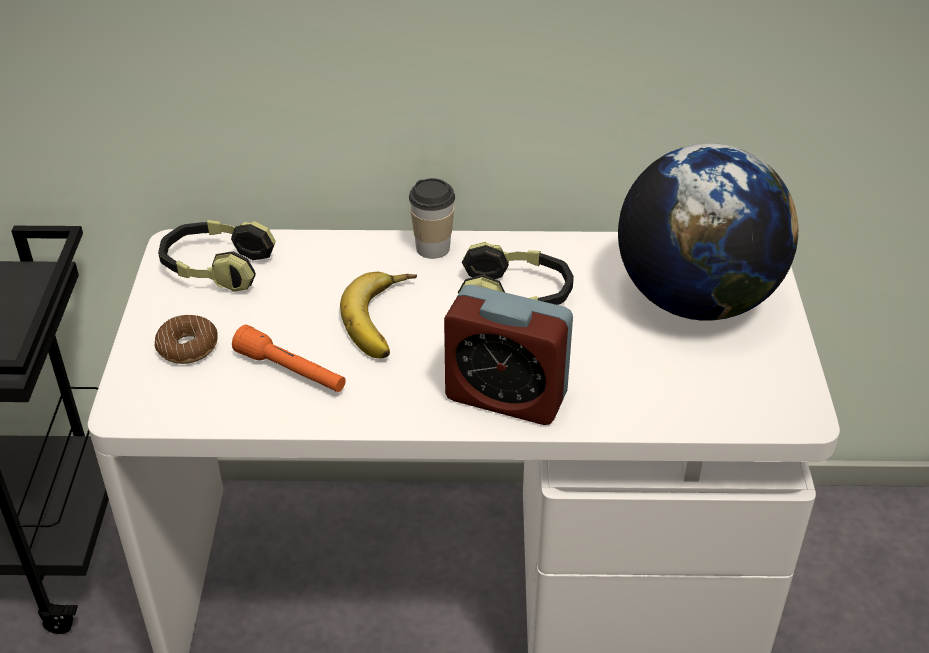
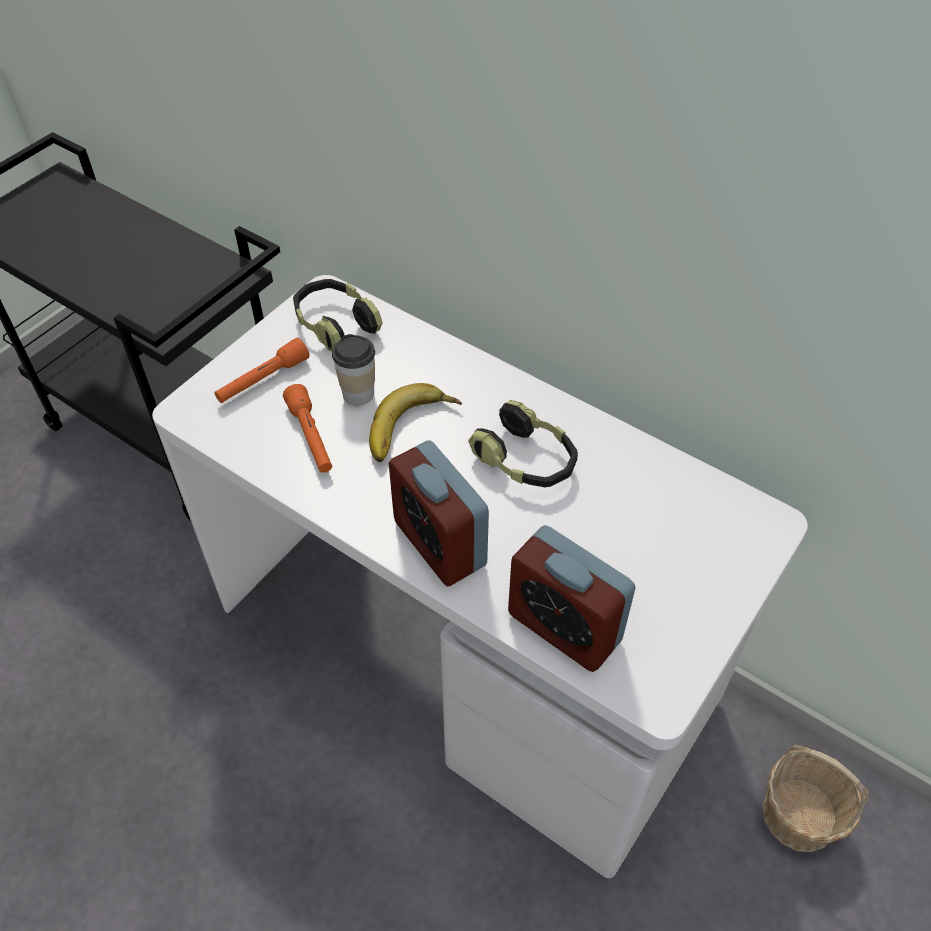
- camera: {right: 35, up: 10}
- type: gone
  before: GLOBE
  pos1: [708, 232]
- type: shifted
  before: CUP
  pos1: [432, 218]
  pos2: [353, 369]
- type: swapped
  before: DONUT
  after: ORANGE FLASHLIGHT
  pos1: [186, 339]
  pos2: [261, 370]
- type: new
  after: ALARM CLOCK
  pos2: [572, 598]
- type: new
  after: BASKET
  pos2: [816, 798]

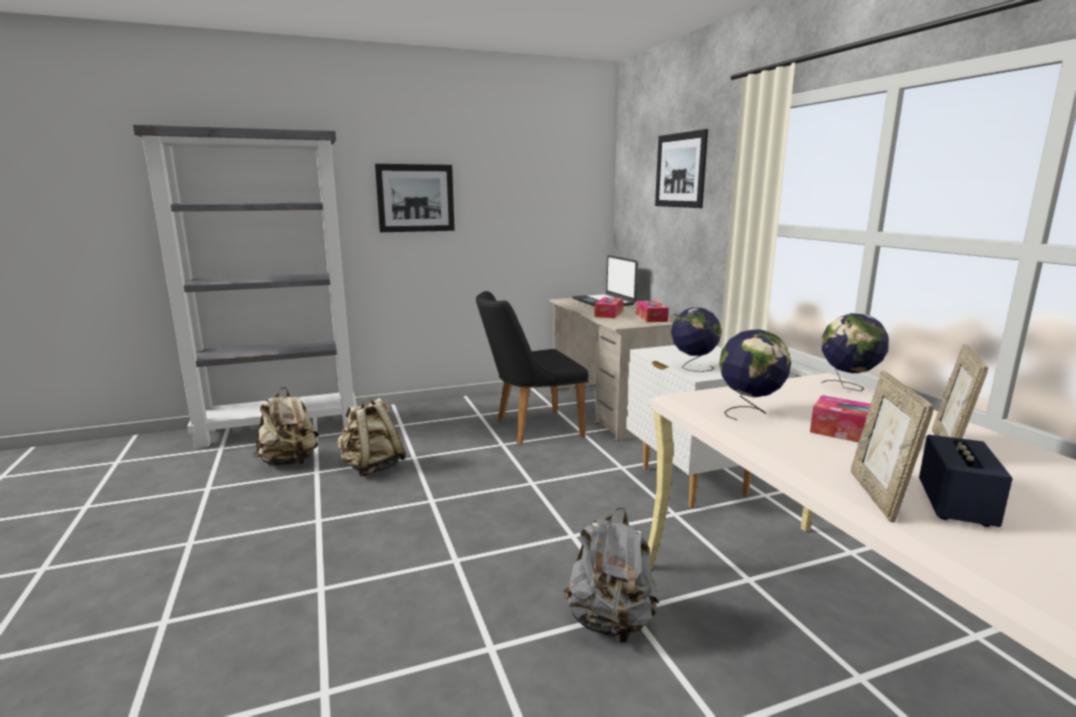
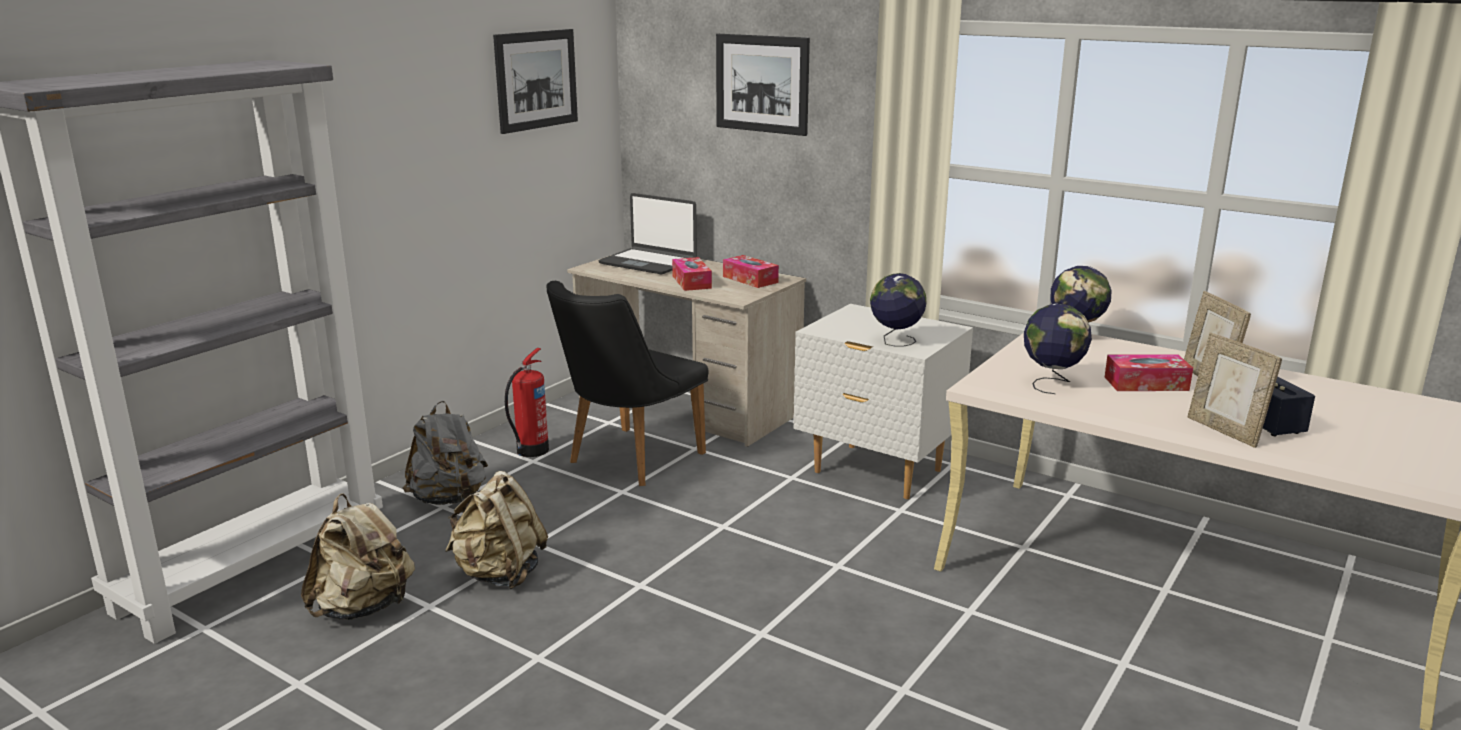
- camera: {right: -35, up: 5}
- type: shifted
  before: PICTURE
  pos1: [415, 198]
  pos2: [535, 81]
- type: shifted
  before: GREY BACKPACK
  pos1: [611, 575]
  pos2: [445, 453]
- type: new
  after: FIRE EXTINGUISHER
  pos2: [527, 402]

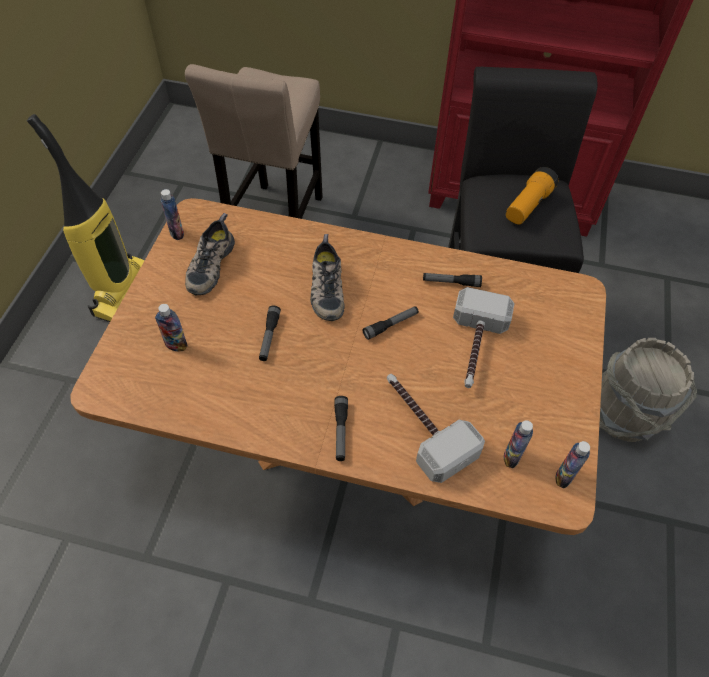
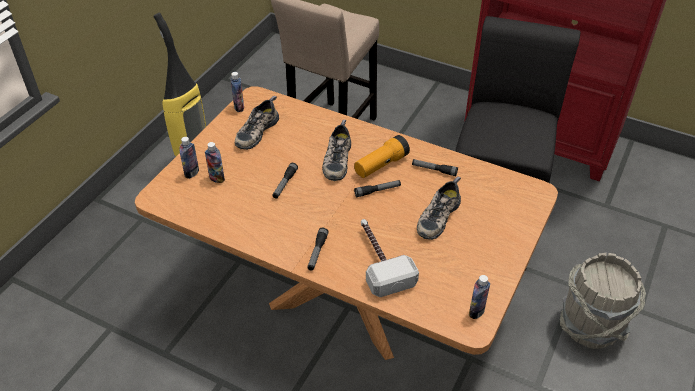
- camera: {right: 15, up: -10}
- type: shifted
  before: FLASHLIGHT
  pos1: [532, 196]
  pos2: [382, 156]
- type: swapped
  before: HAMMER
  after: SHOE
  pos1: [484, 337]
  pos2: [439, 208]
- type: shifted
  before: BOTTLE
  pos1: [518, 444]
  pos2: [189, 158]

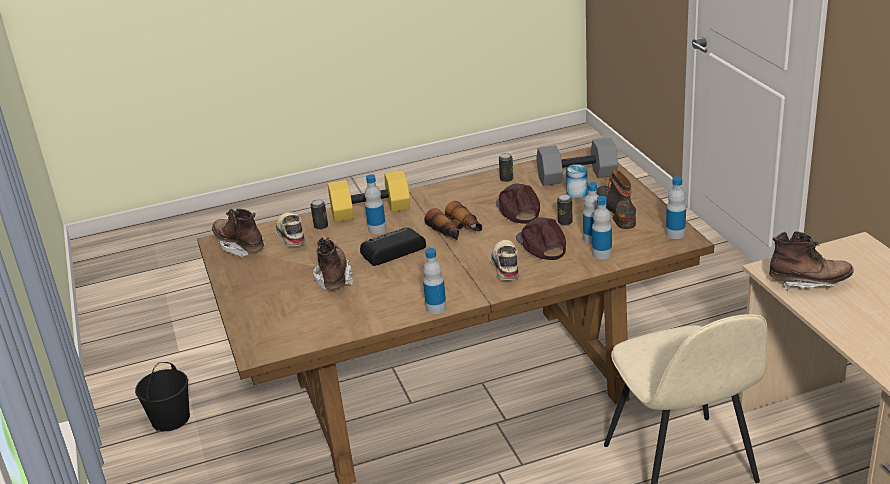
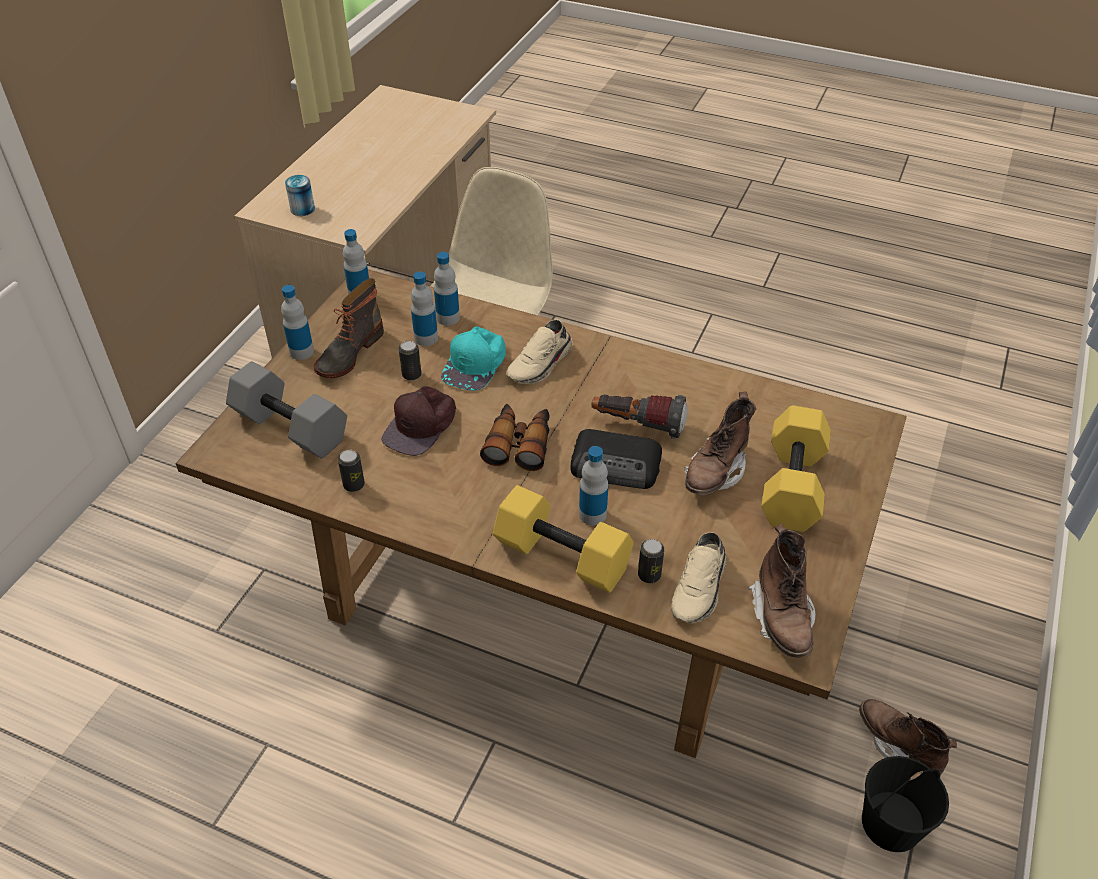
- camera: {right: -140, up: 15}
- type: shifted
  before: CAN
  pos1: [577, 181]
  pos2: [300, 195]
- type: repainted
  before: BROWN CAP
  after: TURQUOISE CAP
  pos1: [541, 238]
  pos2: [473, 359]
- type: shifted
  before: BROWN BOOT
  pos1: [811, 261]
  pos2: [908, 737]
- type: shifted
  before: BOTTLE
  pos1: [434, 281]
  pos2: [297, 322]
- type: new
  after: FLASHLIGHT
  pos2: [639, 417]
- type: new
  after: YELLOW DUMBBELL
  pos2: [796, 468]

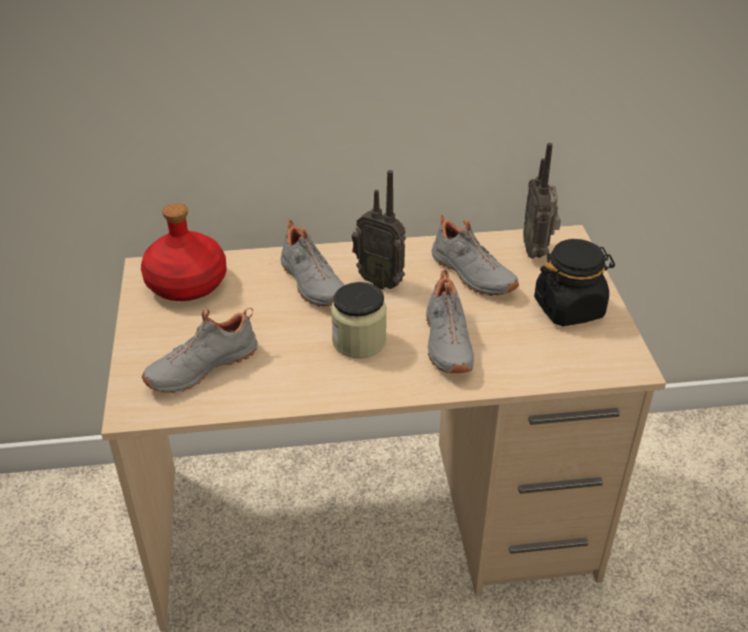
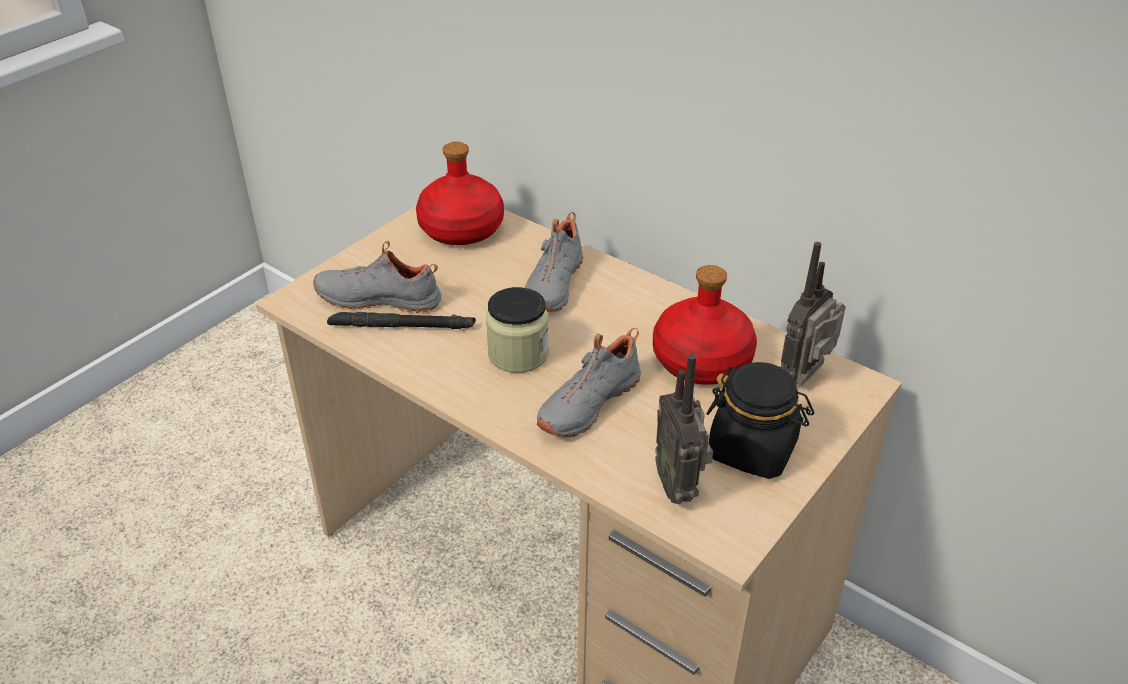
- camera: {right: 45, up: 0}
- type: shifted
  before: RADIO
  pos1: [379, 230]
  pos2: [684, 429]
- type: swapped
  before: GREY SHOE
  after: RED BOTTLE
  pos1: [475, 255]
  pos2: [705, 325]
- type: new
  after: BLACK FLASHLIGHT
  pos2: [401, 320]

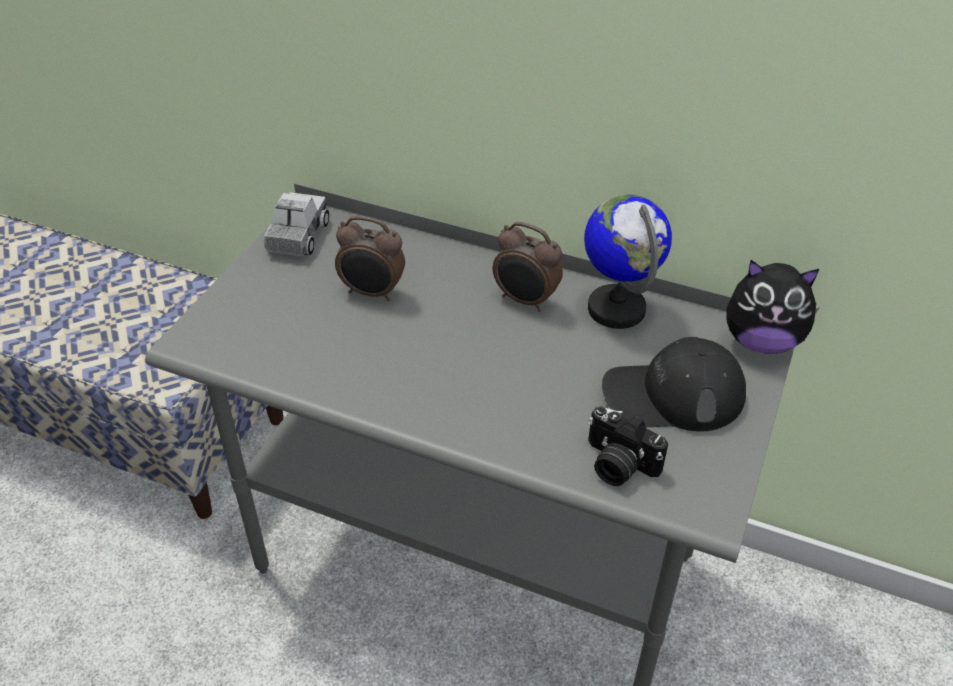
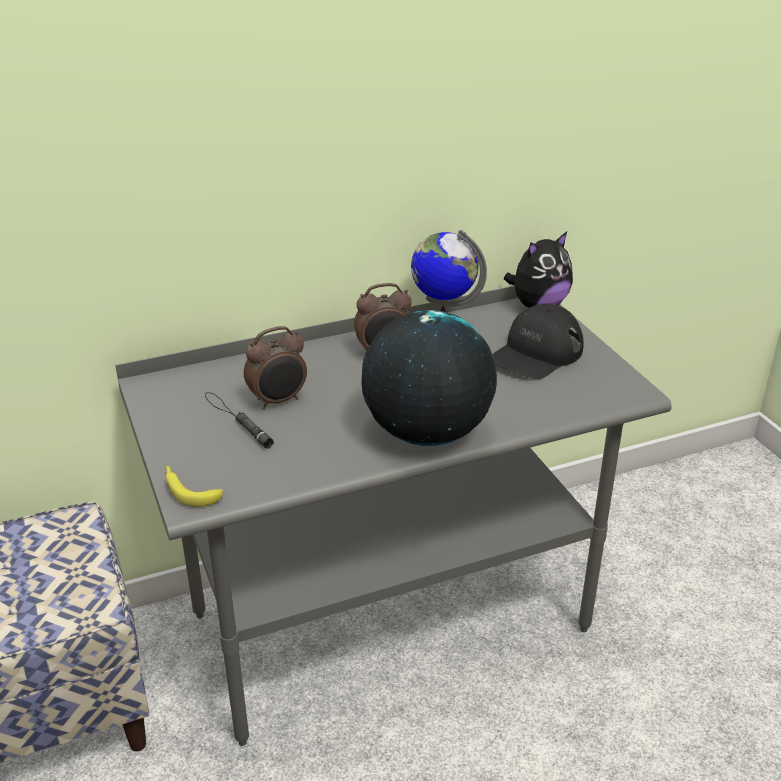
- camera: {right: -45, up: -10}
- type: gone
  before: TOY TRUCK
  pos1: [297, 224]
- type: gone
  before: PHOTO CAMERA
  pos1: [628, 446]
- type: new
  after: GLOBE
  pos2: [429, 378]
- type: new
  after: BLACK FLASHLIGHT
  pos2: [239, 420]
- type: new
  after: BANANA
  pos2: [194, 486]

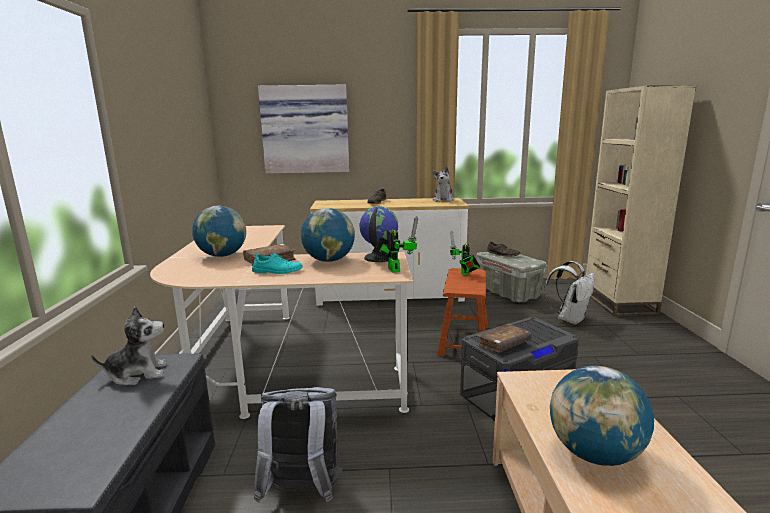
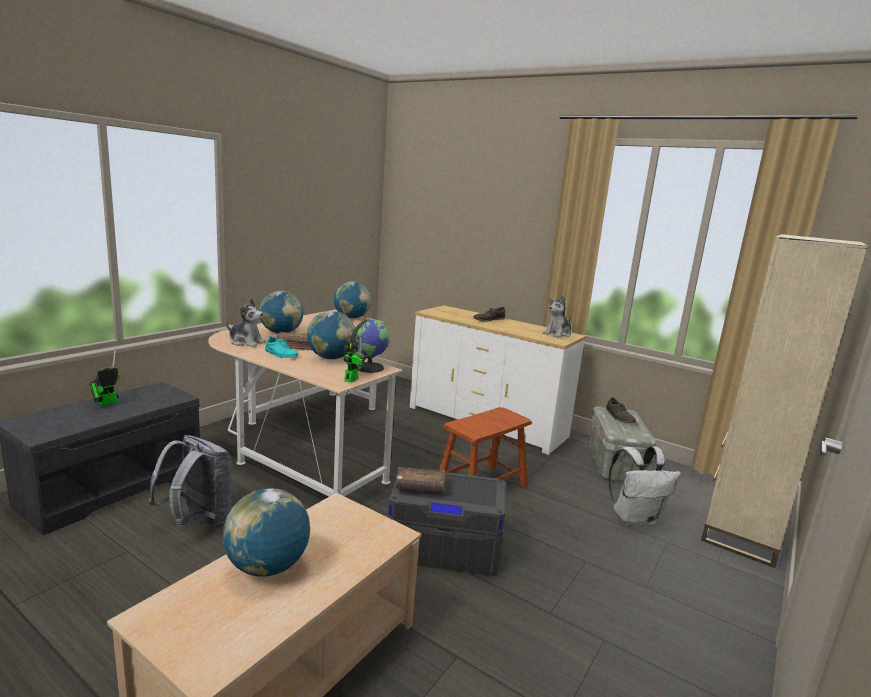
- camera: {right: 35, up: 0}
- type: gone
  before: PICTURE
  pos1: [303, 129]
- type: shifted
  before: TOY ROBOT
  pos1: [465, 252]
  pos2: [105, 376]
- type: shifted
  before: PLUSH TOY
  pos1: [129, 345]
  pos2: [246, 322]
- type: new
  after: GLOBE
  pos2: [352, 300]

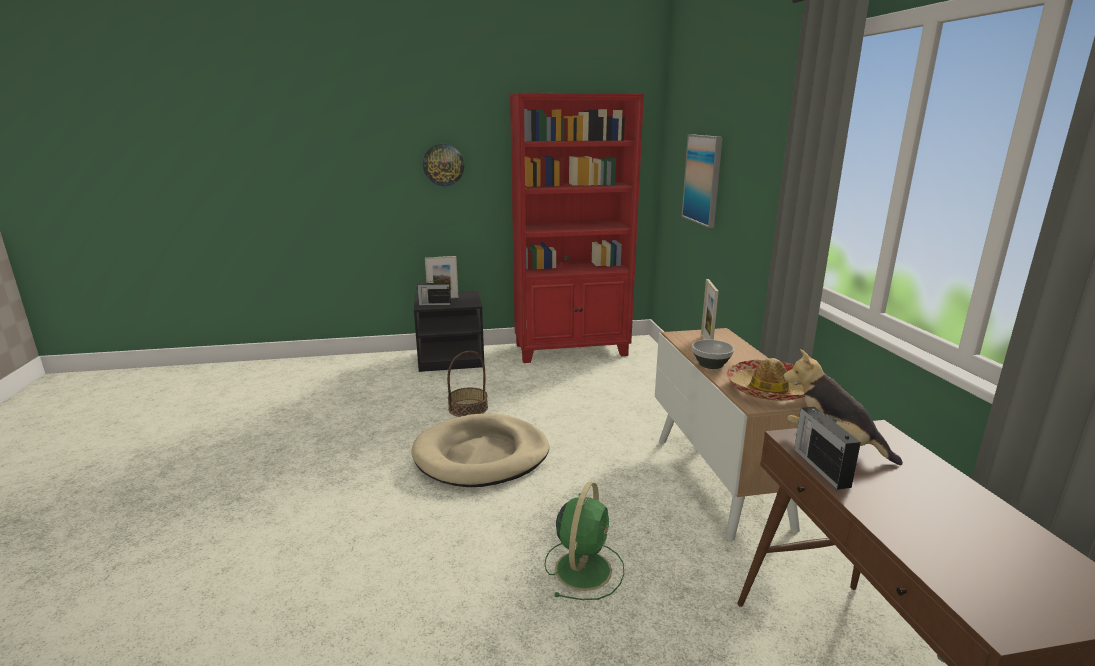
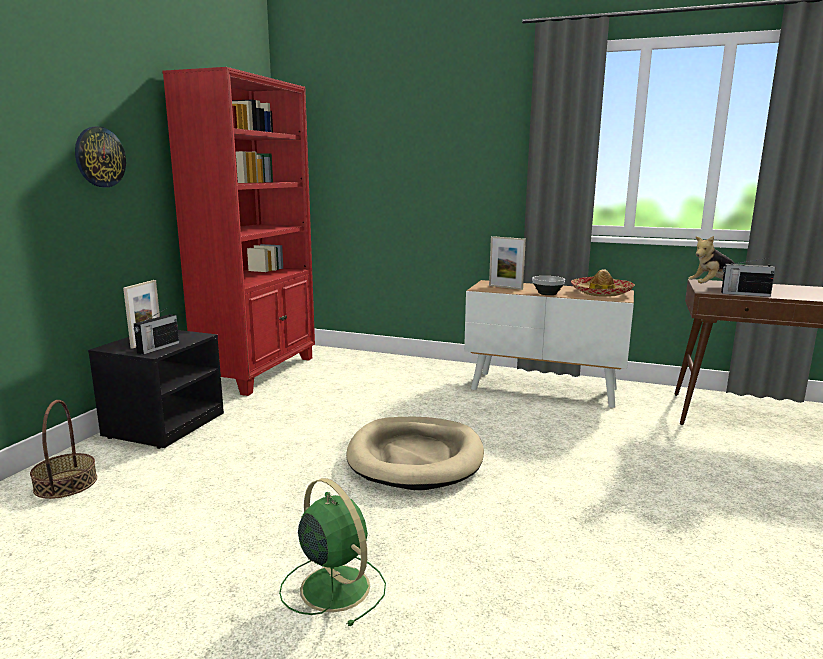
- camera: {right: -60, up: -5}
- type: gone
  before: PICTURE
  pos1: [702, 181]
- type: shifted
  before: BASKET
  pos1: [467, 384]
  pos2: [63, 449]
- type: shifted
  before: GREEN FAN
  pos1: [584, 541]
  pos2: [332, 552]

